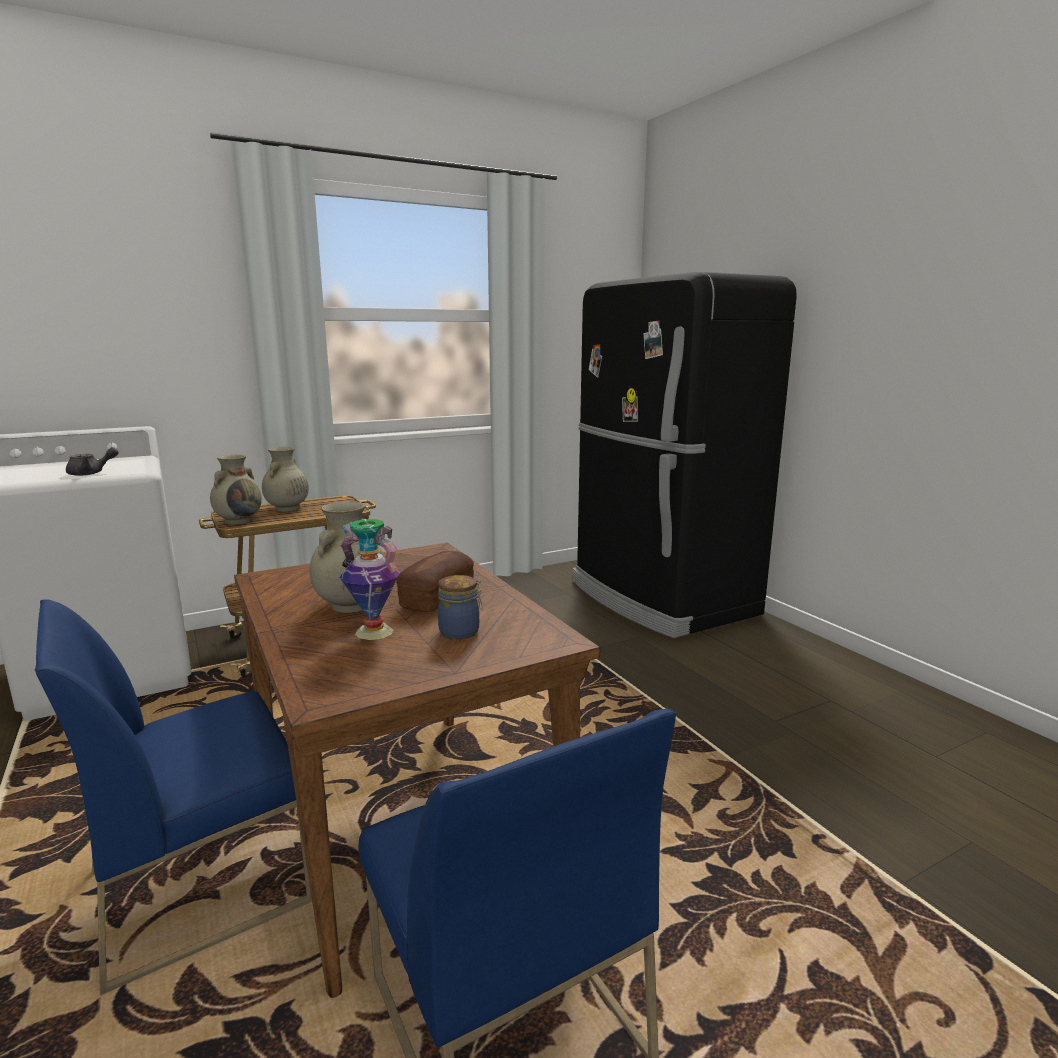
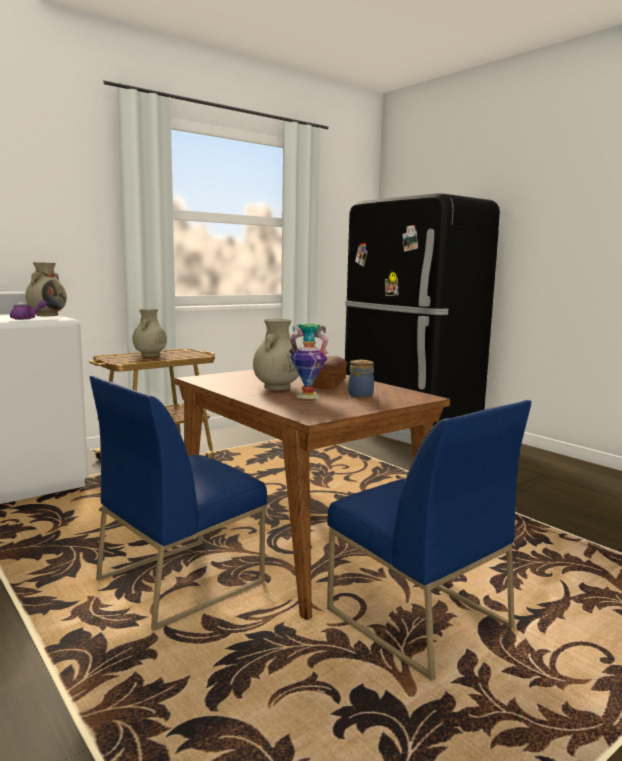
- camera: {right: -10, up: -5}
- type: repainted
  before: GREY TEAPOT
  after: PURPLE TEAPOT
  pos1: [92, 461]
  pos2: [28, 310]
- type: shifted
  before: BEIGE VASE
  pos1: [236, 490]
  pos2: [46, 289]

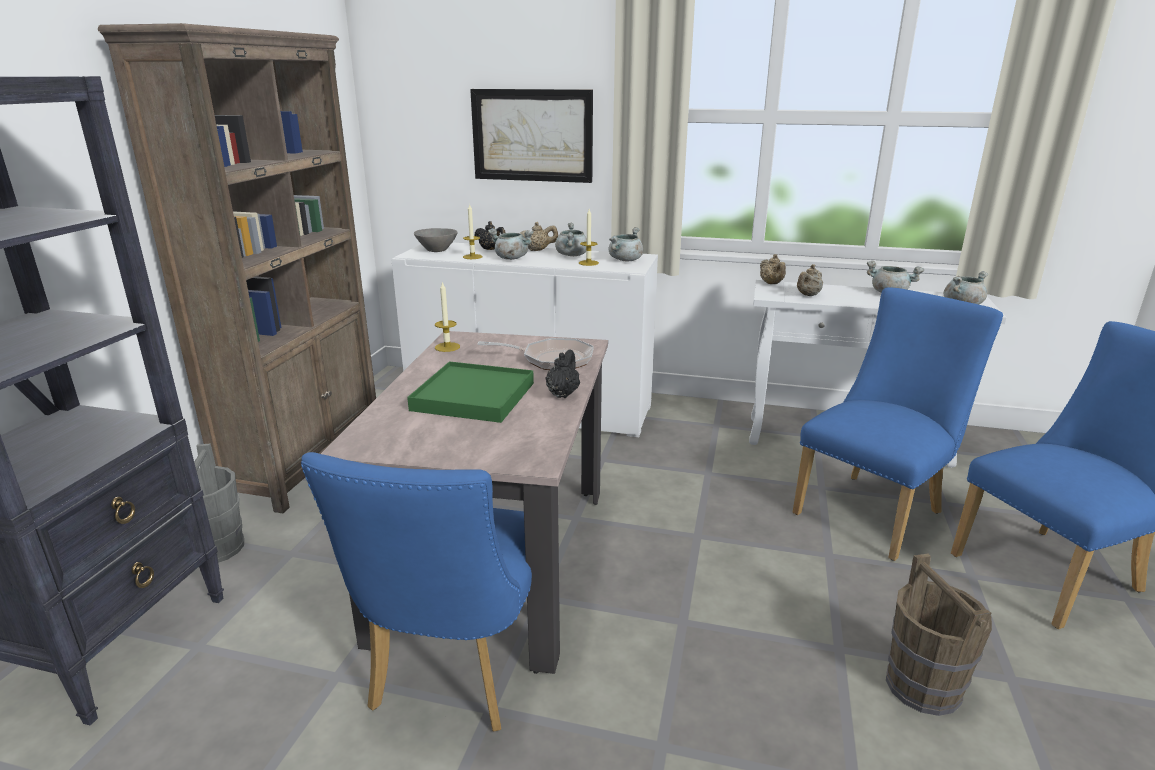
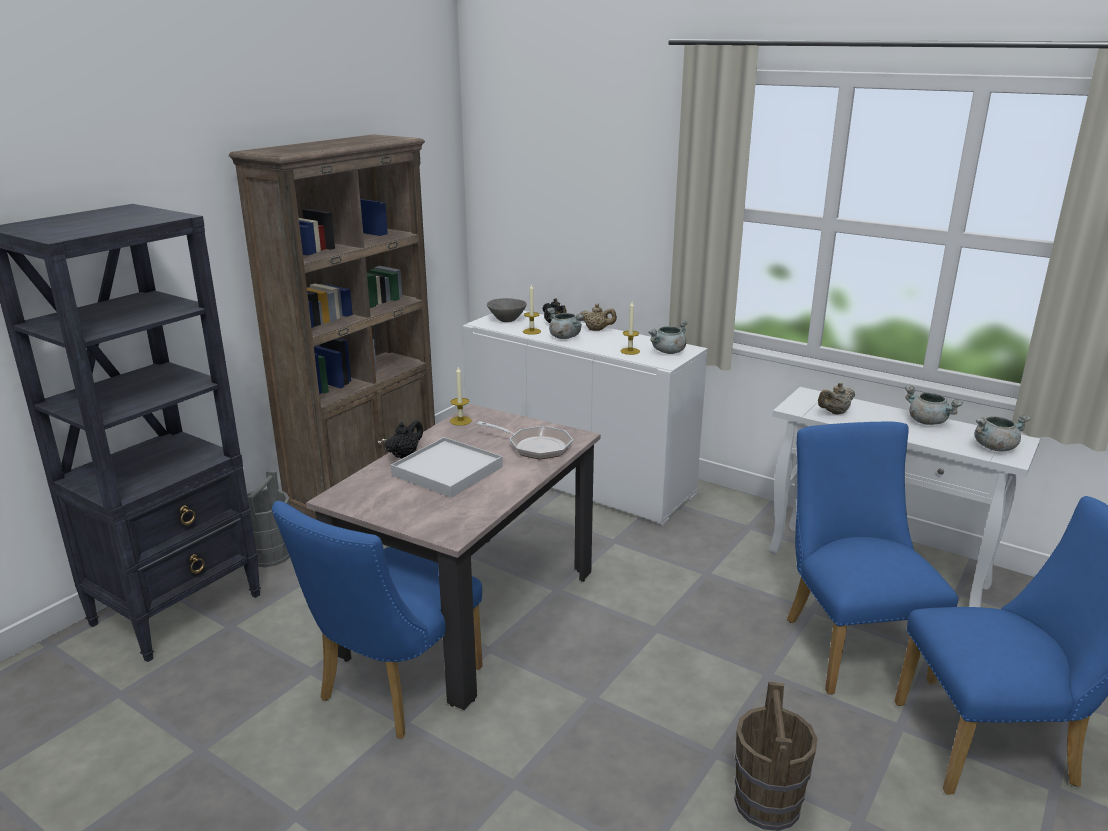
- camera: {right: 20, up: 0}
- type: gone
  before: PICTURE
  pos1: [531, 136]
- type: gone
  before: GREY COOKING POT
  pos1: [571, 239]
- type: gone
  before: BEIGE TEAPOT
  pos1: [773, 269]
- type: rotated
  before: BLUE CHAIR
  pos1: [898, 424]
  pos2: [872, 557]
  turn: -75
- type: shifted
  before: BLACK TEAPOT
  pos1: [563, 374]
  pos2: [404, 439]
- type: repainted
  before: GREEN TRAY
  after: WHITE TRAY
  pos1: [470, 392]
  pos2: [447, 467]

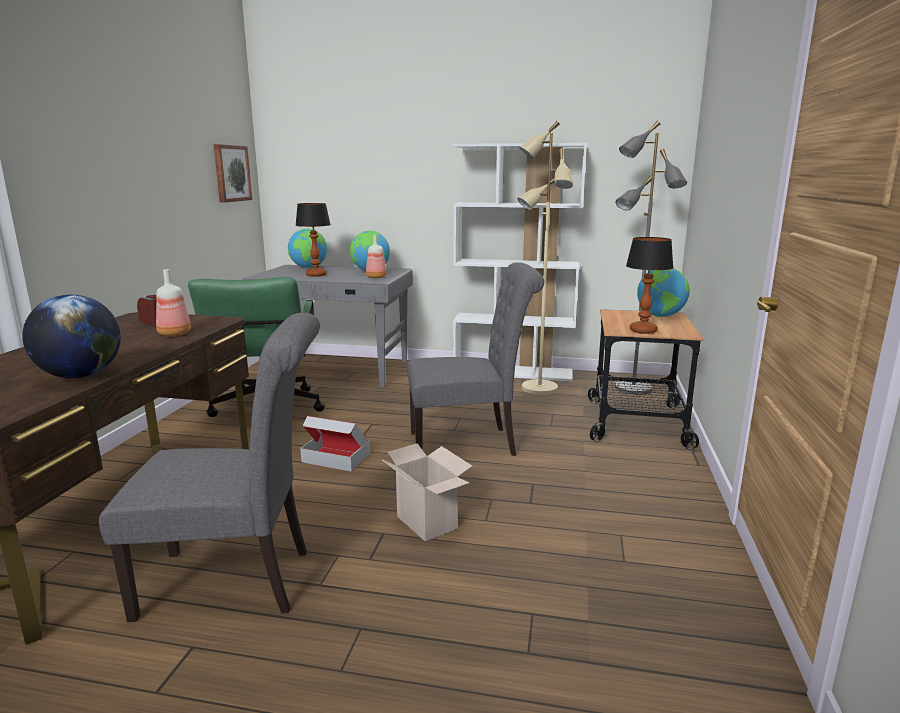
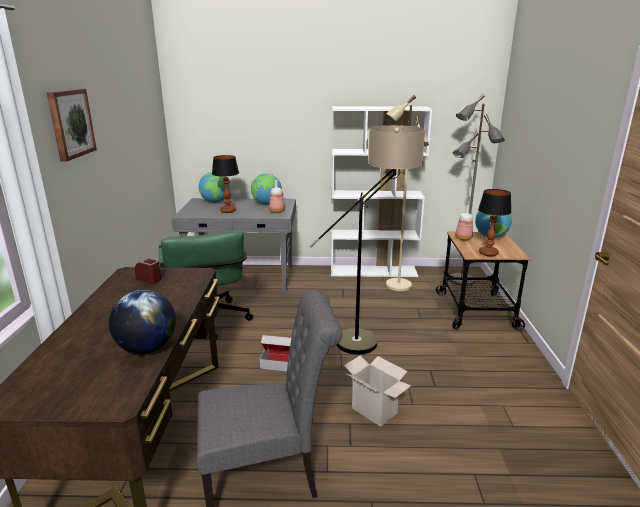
- camera: {right: -10, up: 5}
- type: shifted
  before: PICTURE
  pos1: [233, 173]
  pos2: [72, 125]
- type: swapped
  before: GREY CHAIR
  after: FLOOR LAMP
  pos1: [475, 359]
  pos2: [367, 240]
- type: shifted
  before: BOTTLE
  pos1: [173, 302]
  pos2: [464, 222]

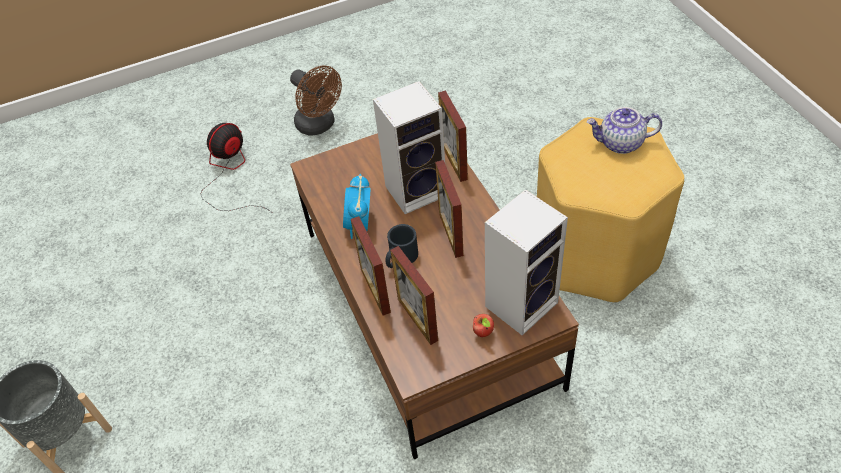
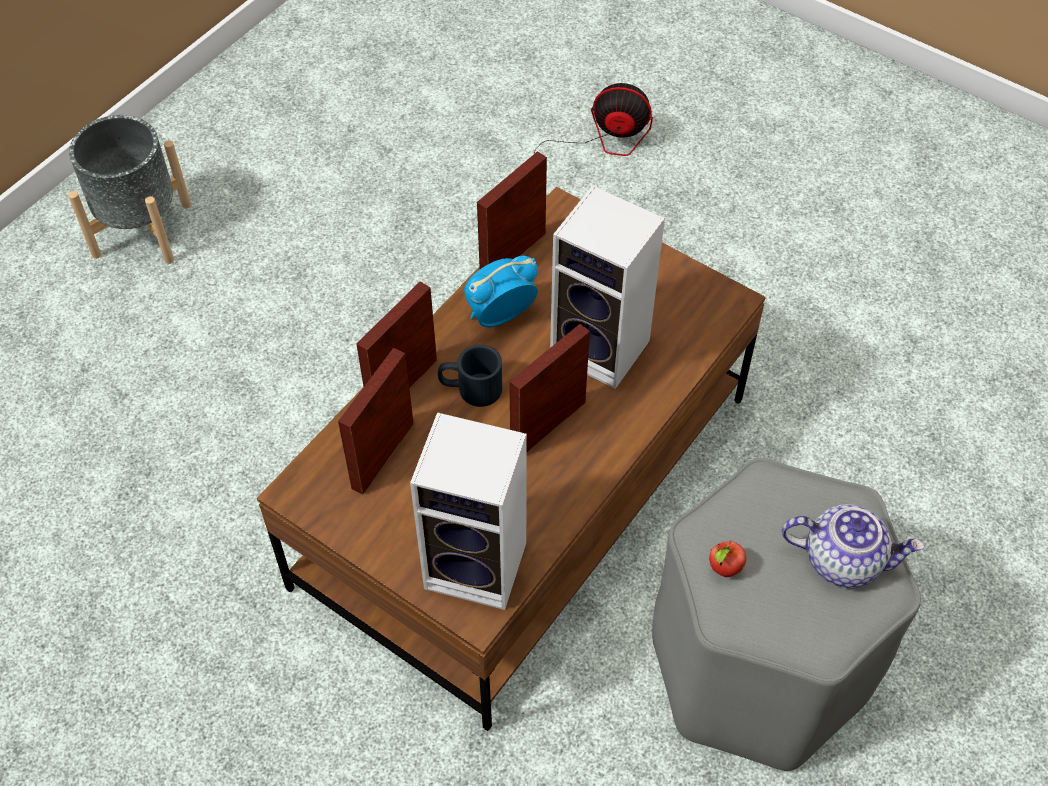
- camera: {right: 55, up: 5}
- type: gone
  before: BROWN FAN
  pos1: [316, 100]
- type: shifted
  before: PICTURE FRAME
  pos1: [453, 136]
  pos2: [512, 210]
- type: rotated
  before: TEAPOT
  pos1: [624, 130]
  pos2: [853, 546]
  turn: 135
- type: repainted
  before: YELLOW STOOL
  after: GREY STOOL
  pos1: [610, 210]
  pos2: [786, 614]
- type: shifted
  before: APPLE
  pos1: [483, 325]
  pos2: [727, 558]

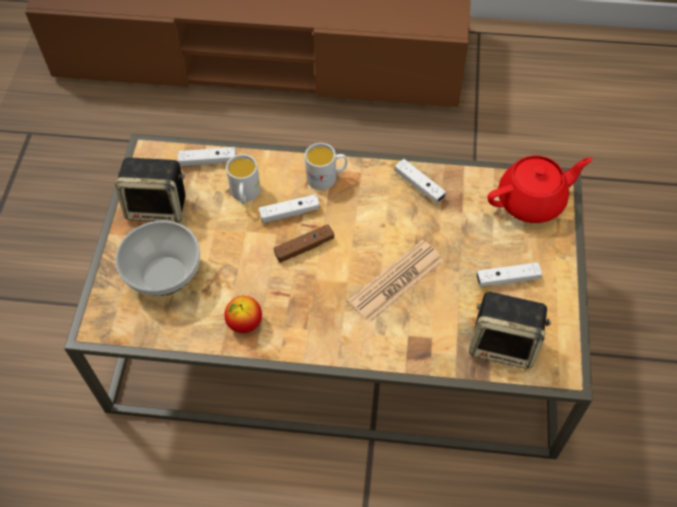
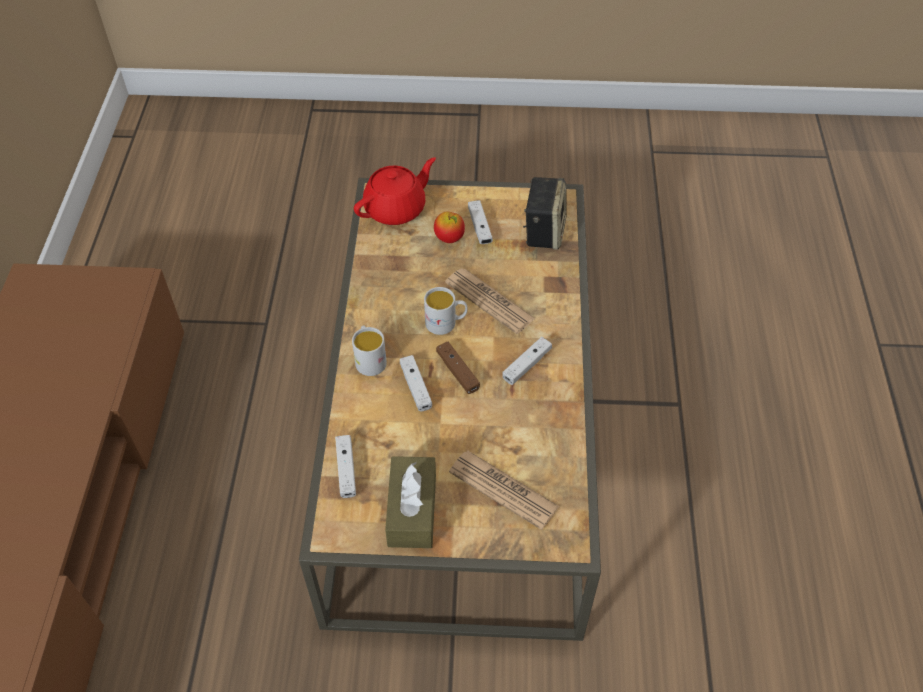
- camera: {right: -95, up: -5}
- type: shifted
  before: WHITE MUG
  pos1: [243, 179]
  pos2: [446, 311]
- type: rotated
  before: RED TEAPOT
  pos1: [540, 189]
  pos2: [395, 191]
  turn: 75
- type: swapped
  before: SPEAKER
  after: BROWN TISSUE BOX
  pos1: [150, 190]
  pos2: [410, 502]
- type: shifted
  before: WHITE GAME CONTROLLER
  pos1: [420, 181]
  pos2: [527, 361]
- type: swapped
  before: BOWL
  after: NEWSPAPER
  pos1: [157, 258]
  pos2: [504, 490]
- type: shifted
  before: APPLE
  pos1: [243, 314]
  pos2: [449, 227]

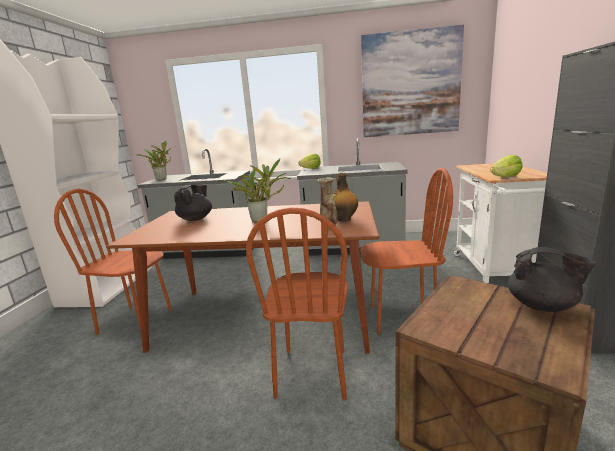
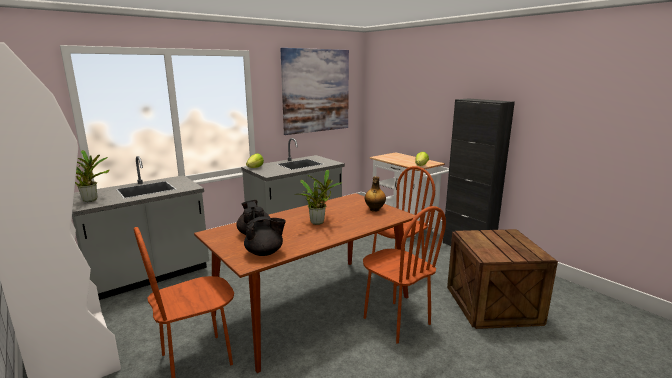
- camera: {right: -45, up: 0}
- type: gone
  before: VASE
  pos1: [327, 203]
- type: shifted
  before: BLACK TEAPOT
  pos1: [552, 279]
  pos2: [265, 236]

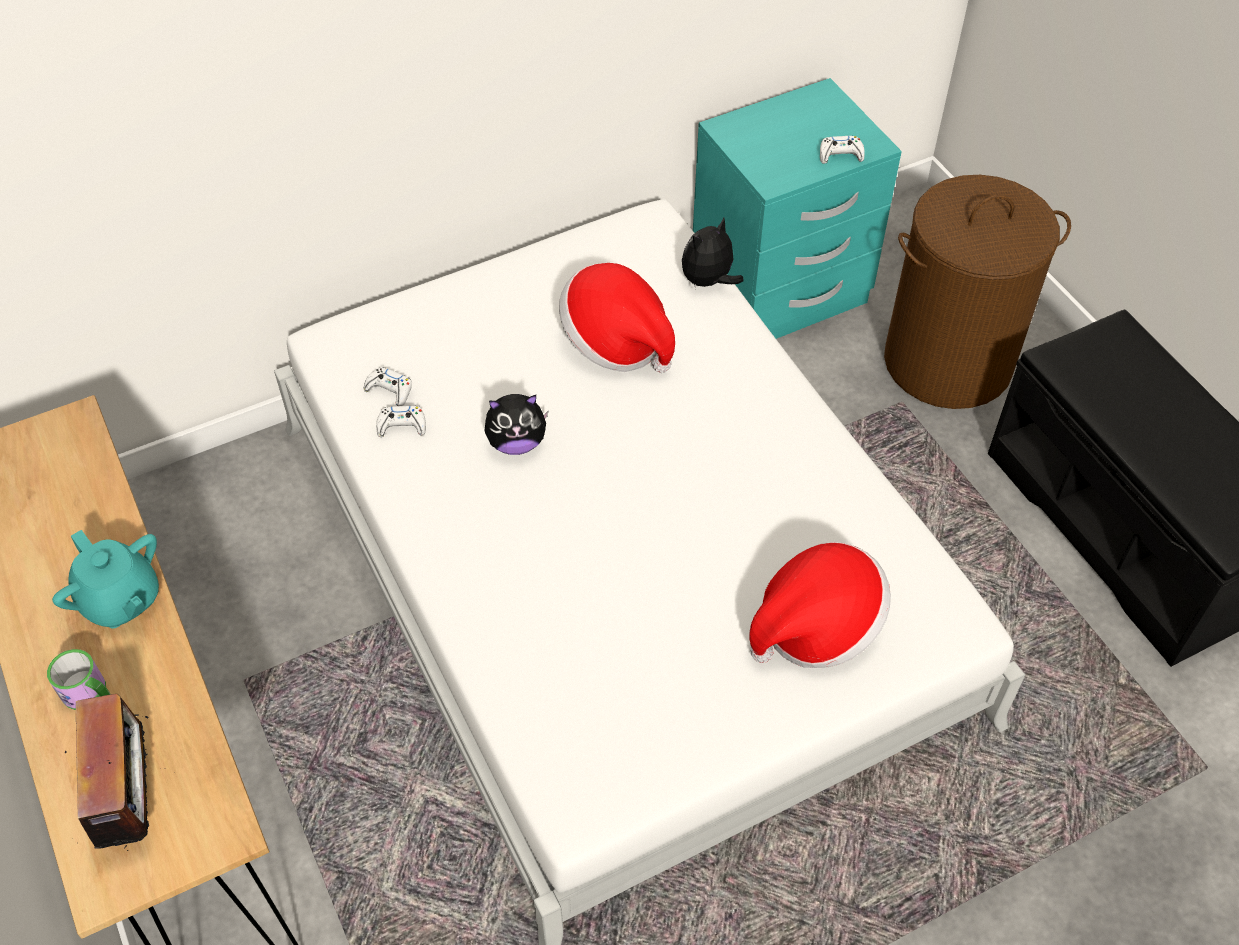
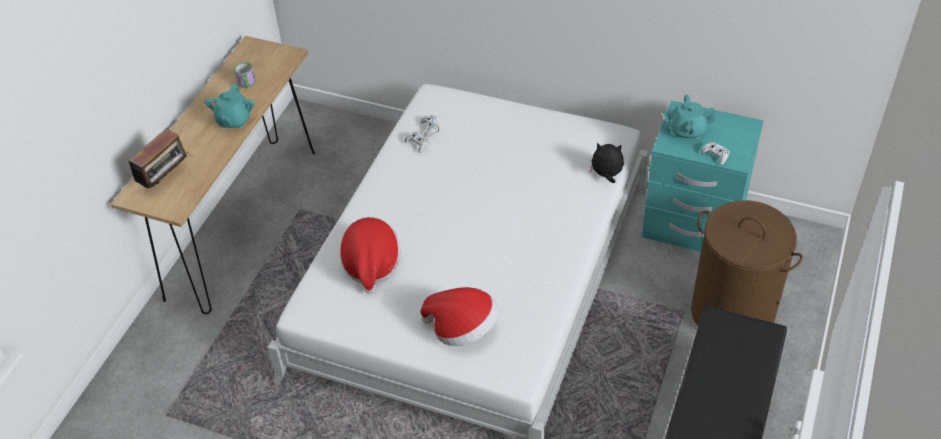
- camera: {right: 50, up: -5}
- type: shifted
  before: HAT
  pos1: [617, 318]
  pos2: [370, 255]
- type: gone
  before: PLUSH TOY
  pos1: [516, 424]
- type: shifted
  before: MUG
  pos1: [79, 679]
  pos2: [245, 75]
- type: new
  after: TURQUOISE TEAPOT
  pos2: [689, 117]

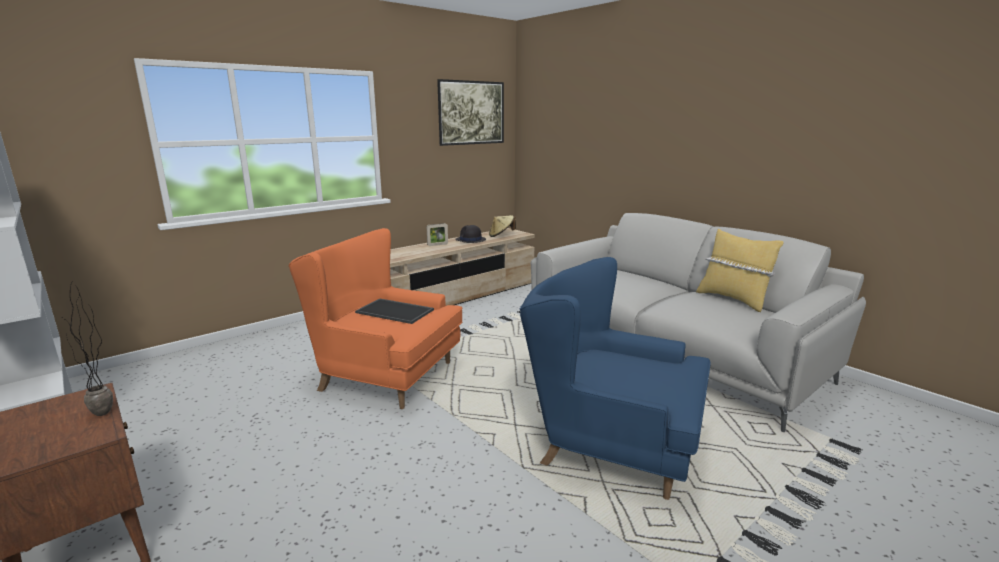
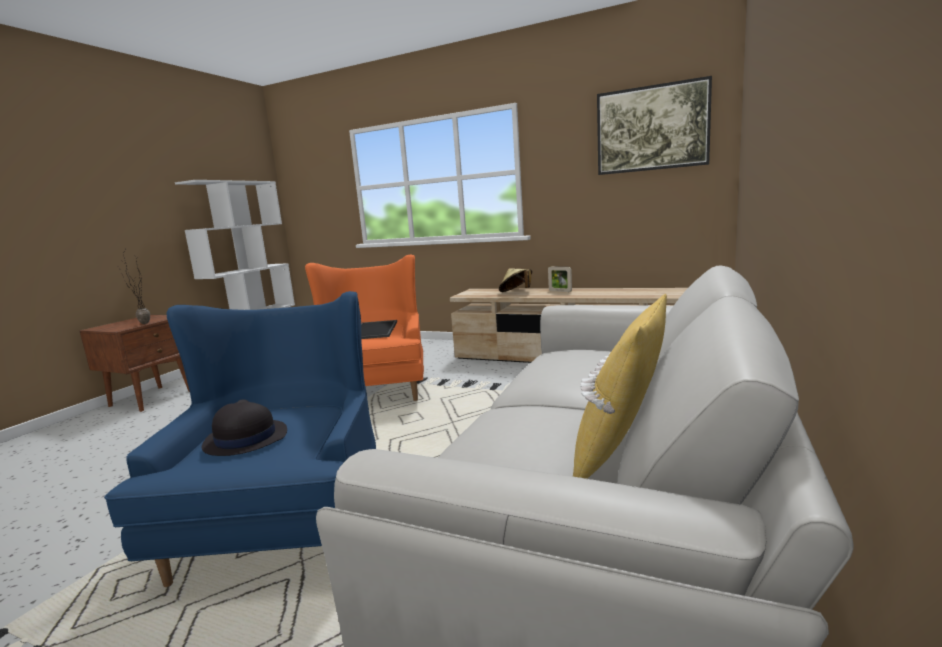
- camera: {right: 65, up: -5}
- type: shifted
  before: BEIGE HAT
  pos1: [502, 226]
  pos2: [515, 280]
- type: shifted
  before: BLACK HAT
  pos1: [470, 234]
  pos2: [244, 428]

